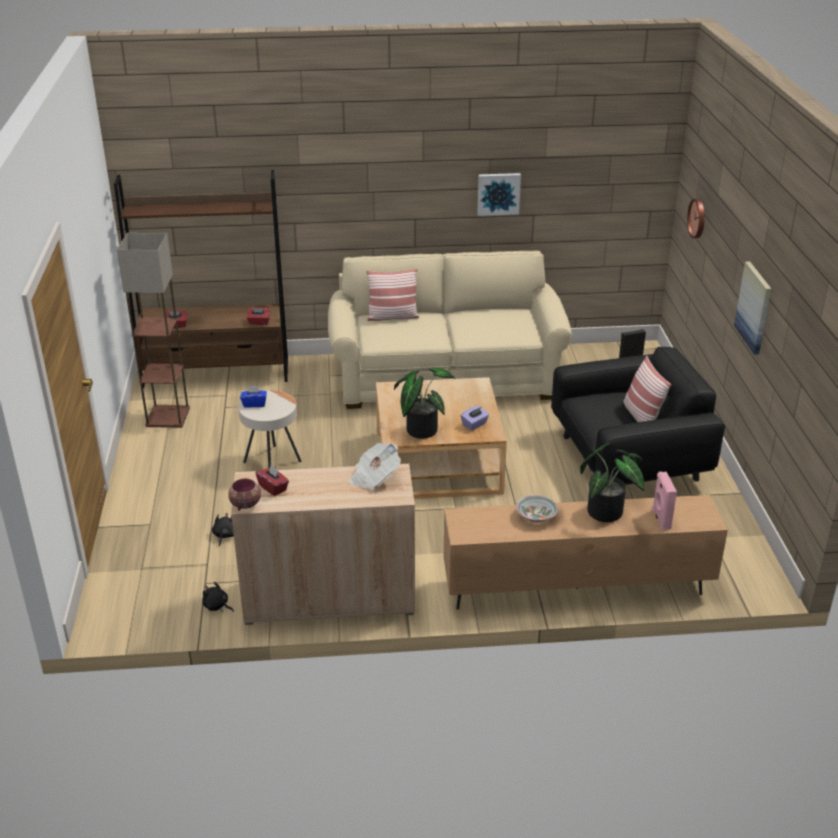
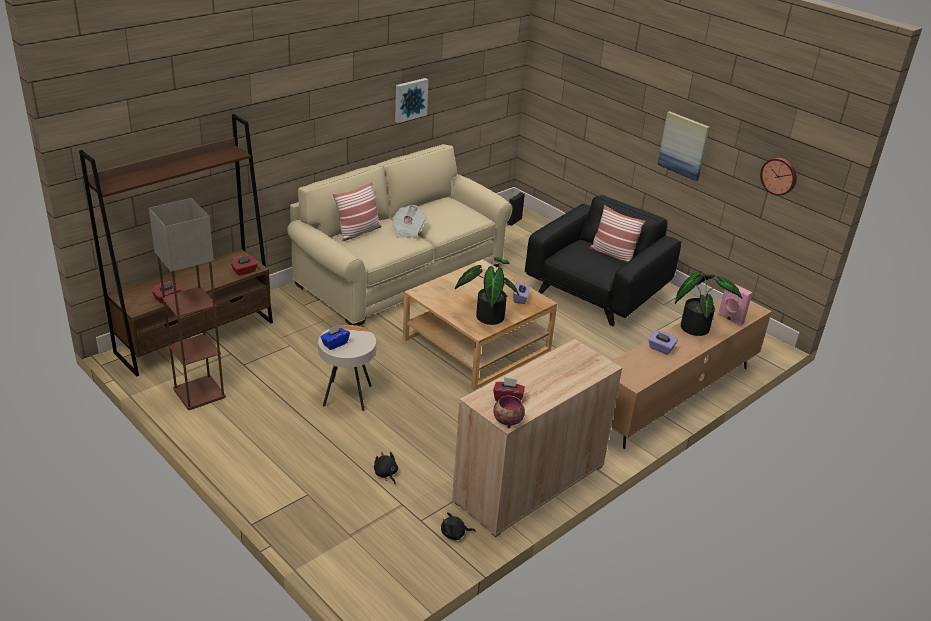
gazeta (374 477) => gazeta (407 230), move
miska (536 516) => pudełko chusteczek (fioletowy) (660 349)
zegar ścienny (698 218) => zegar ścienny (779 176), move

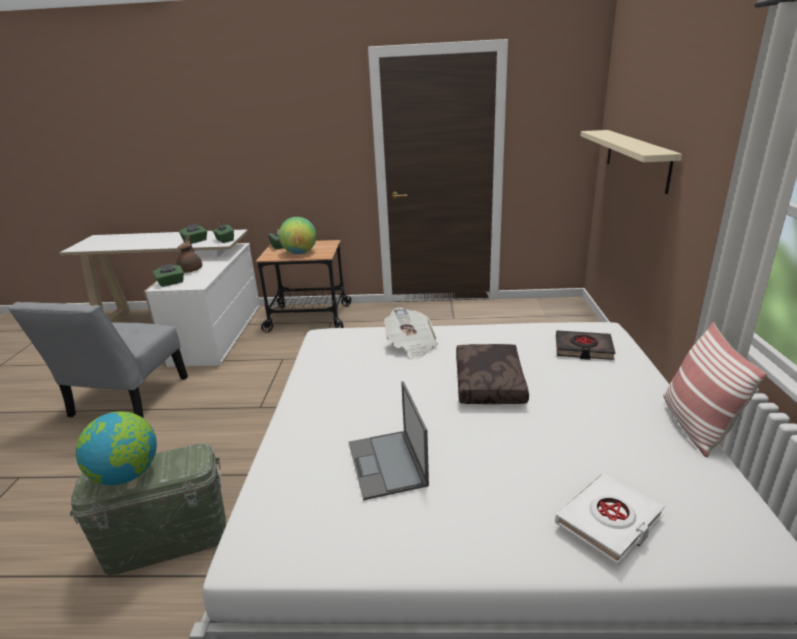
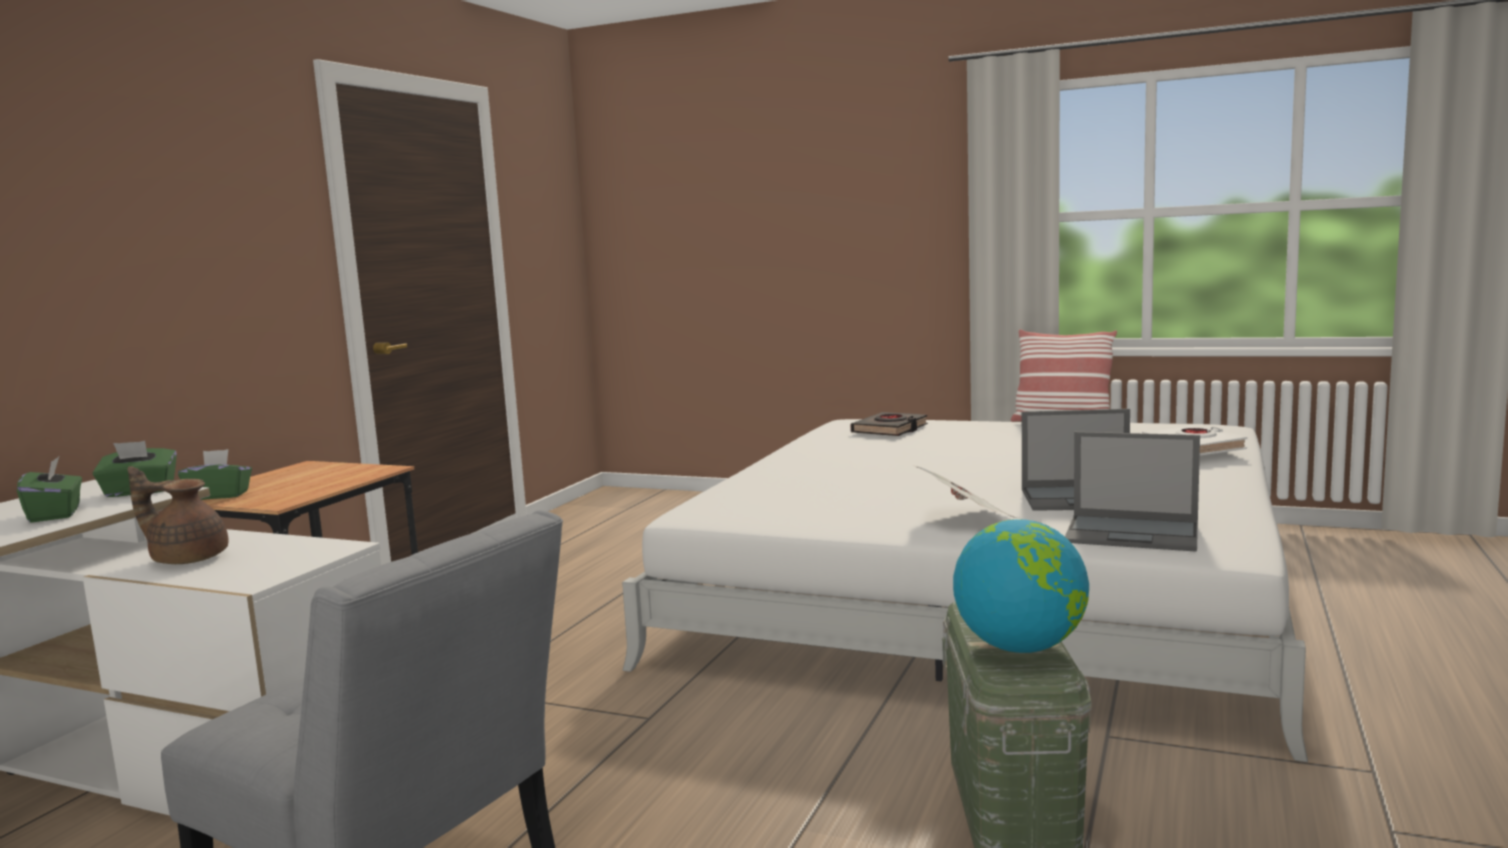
gazeta (411 345) => gazeta (965 518), move
nothing => laptop (1133 534)
pudełko chusteczek (zielony) (171 283) => nothing
globus (300 253) => nothing
poduszka (brązowy) (490 383) => nothing
półka (beżowy) (636 158) => nothing

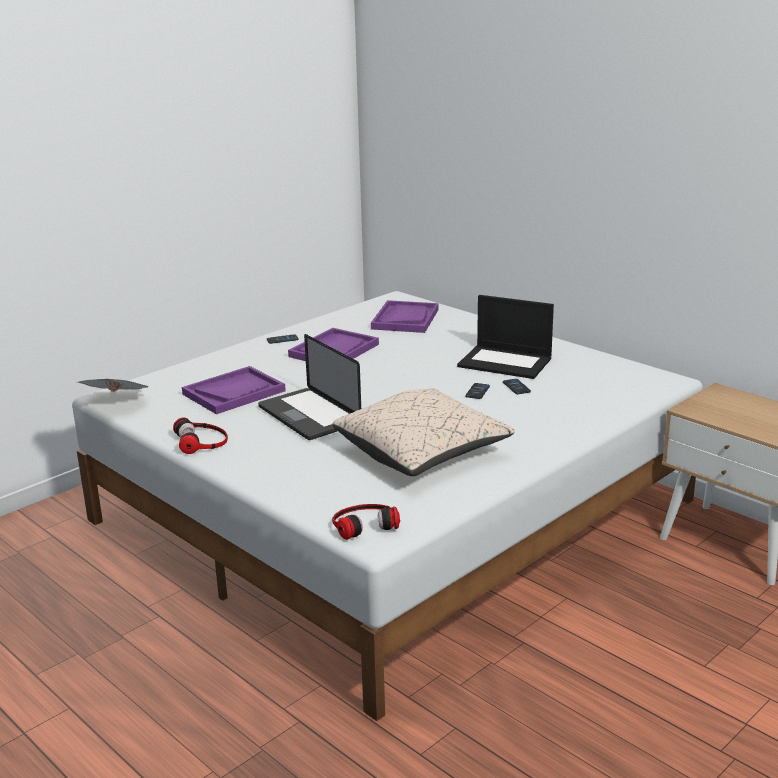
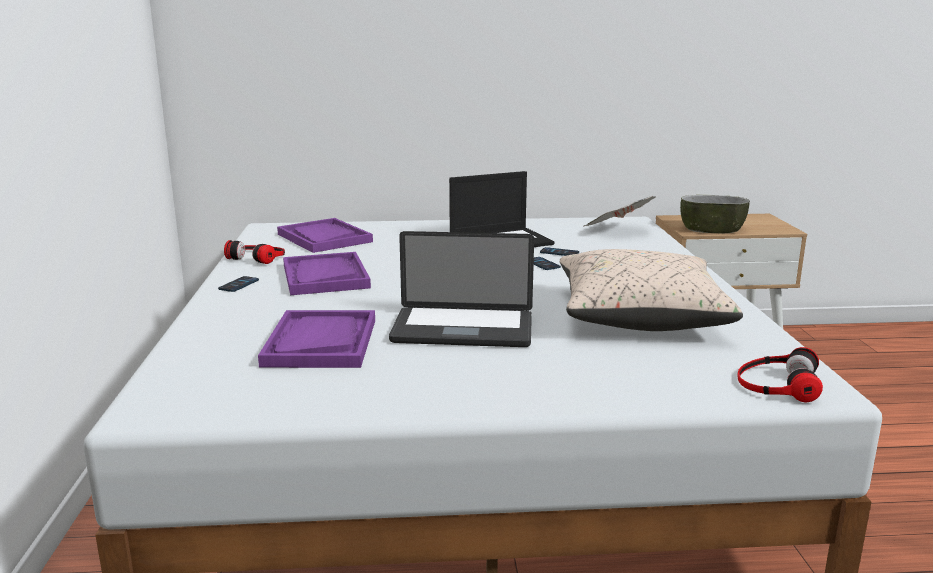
słuchawki (202 441) => słuchawki (258 257), move
gazeta (117 403) => gazeta (617 230), move
nothing => miska (712 229)

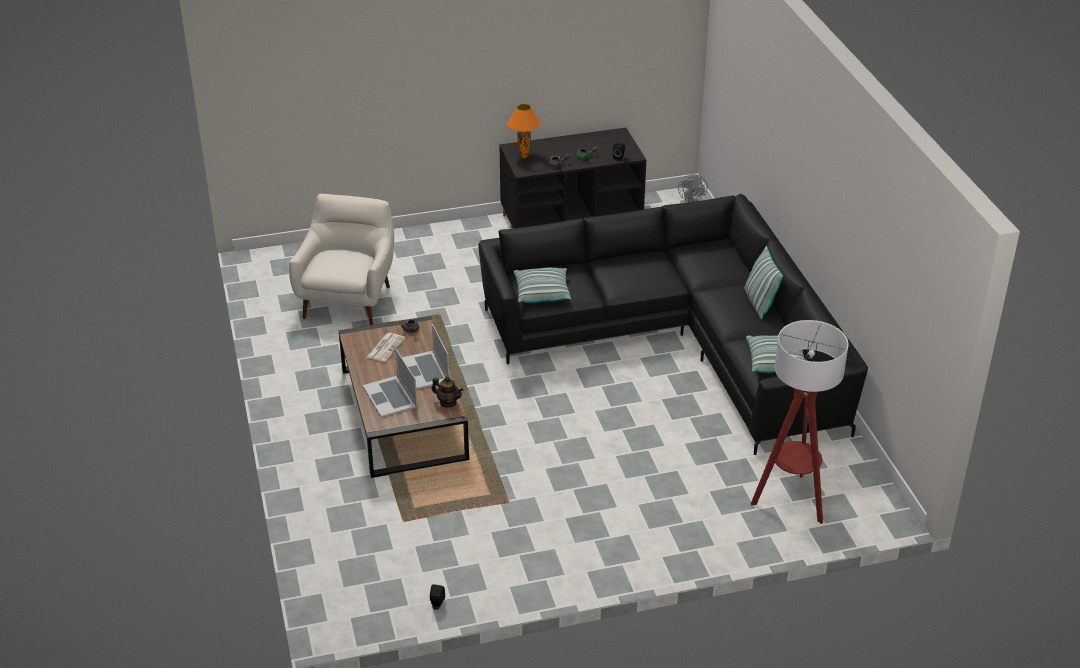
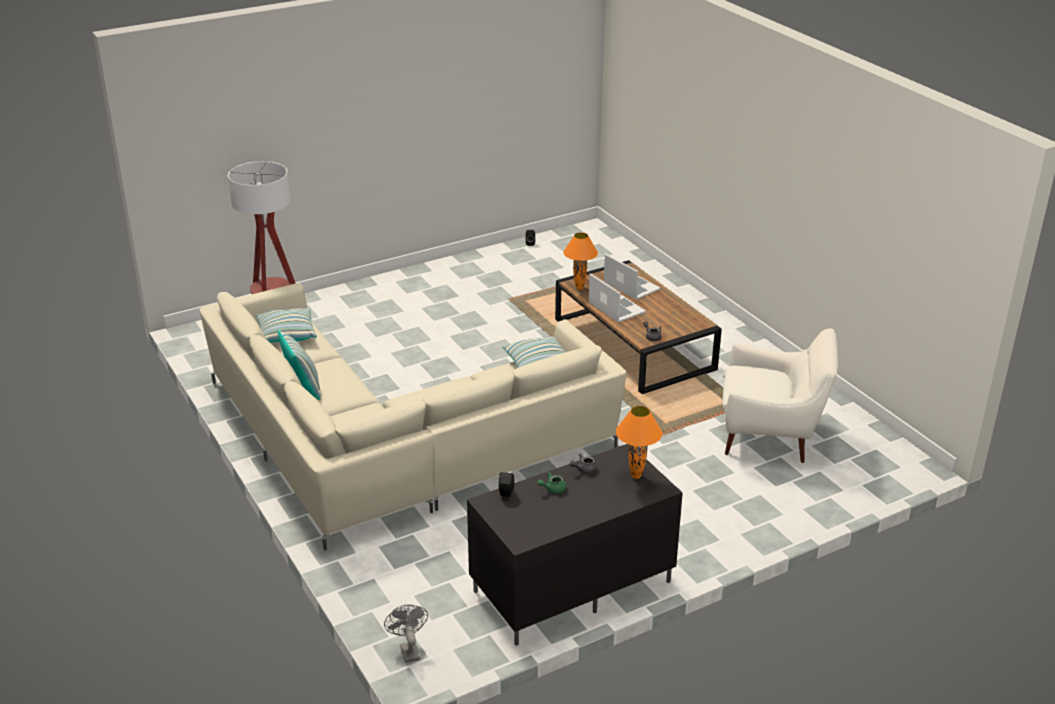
kanapa (czarny) (682 341) => kanapa (beżowy) (389 446)
imbryk (448 402) => lampa stołowa (pomarańczowy) (579 288)
fotel (biały) (348 299) => fotel (biały) (771 436), 75 degrees counterclockwise
gazeta (386 347) => nothing

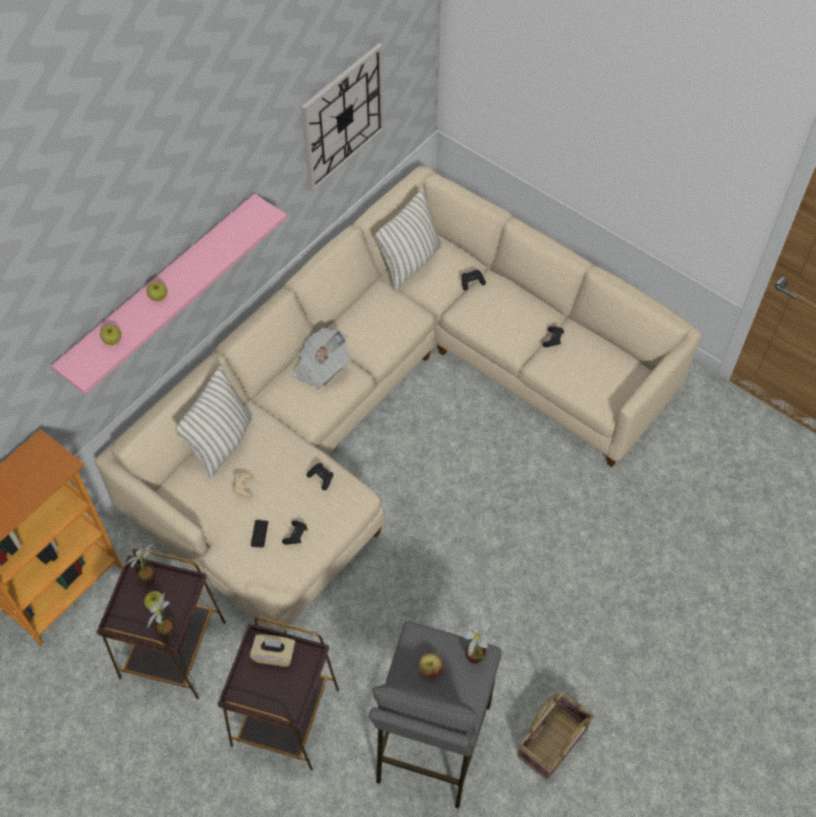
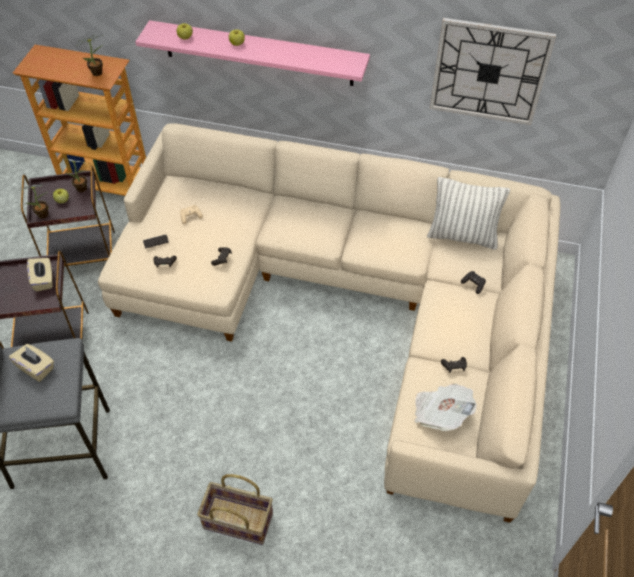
jabłko (430 670) => pudełko chusteczek (beżowy) (36 368)
roślina doniczkowa (475 654) => roślina doniczkowa (99 72), move
koszyk (553 743) => koszyk (237 522), move
gazeta (321 367) => gazeta (440 413), move
poduszka (222 443) => nothing

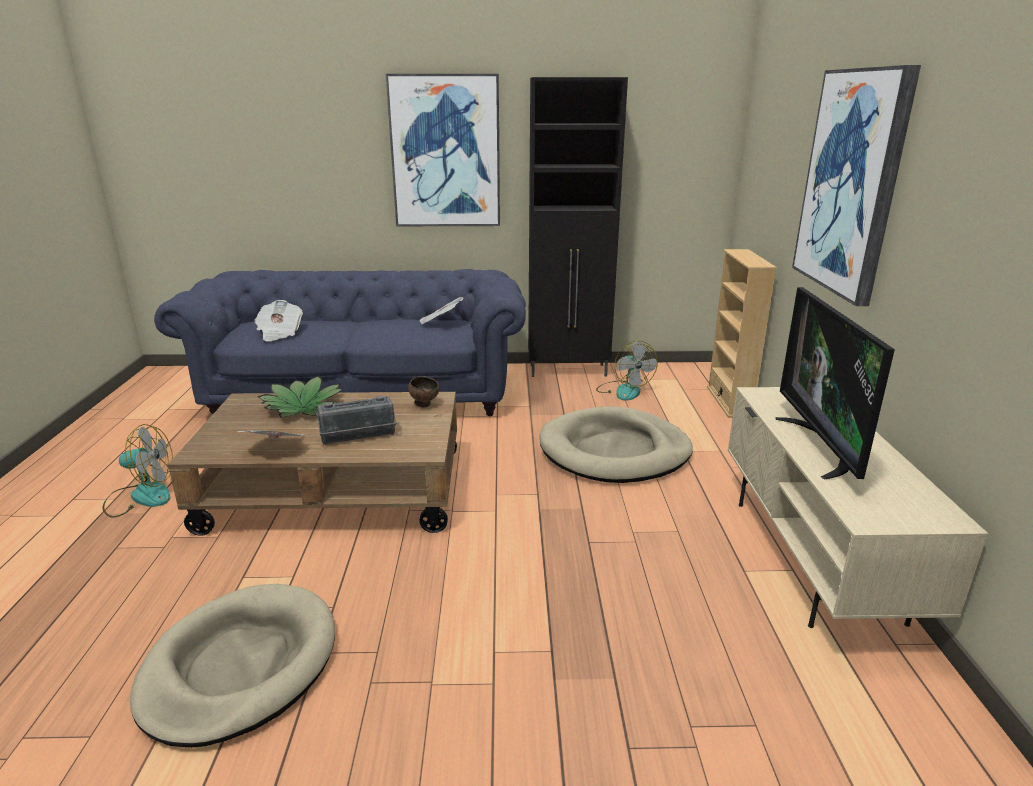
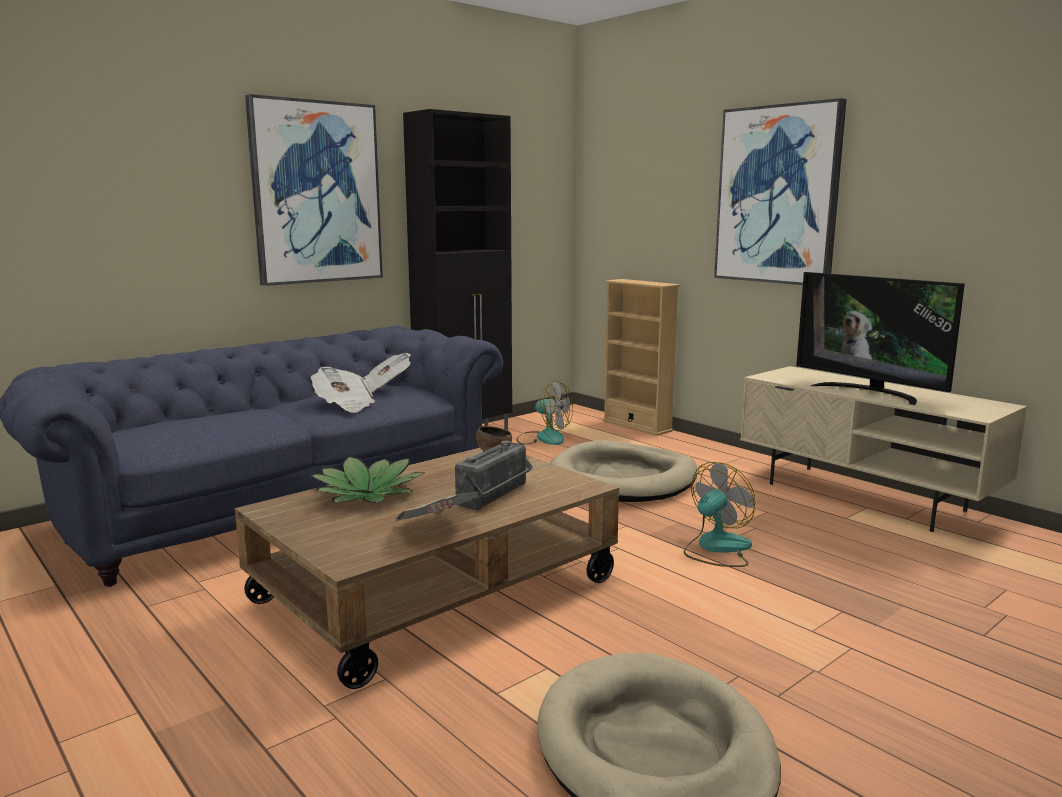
gazeta (279 333) => gazeta (344 406), move
wentylator (140 496) => wentylator (716 548), move

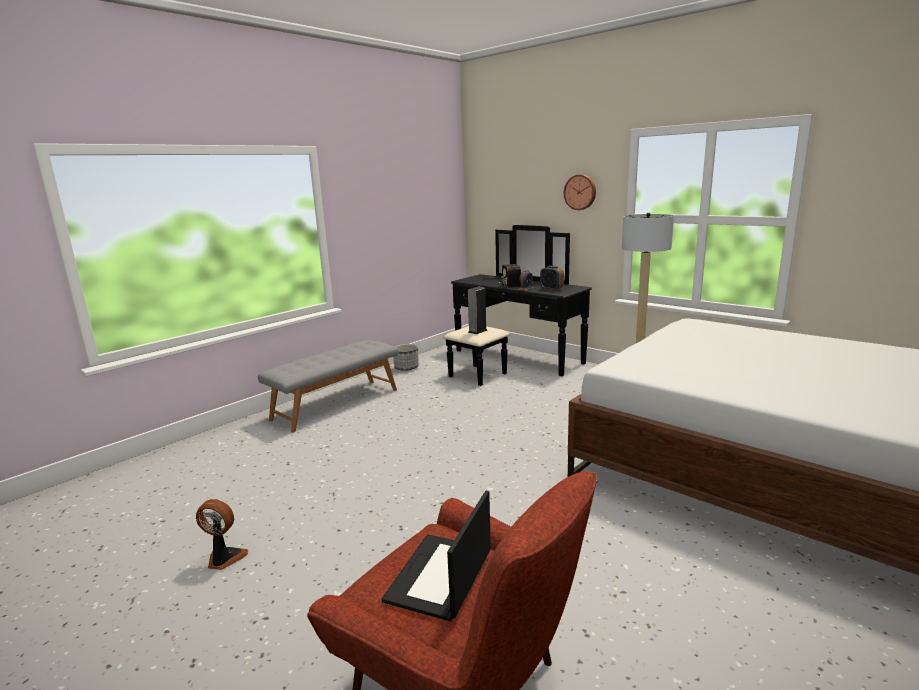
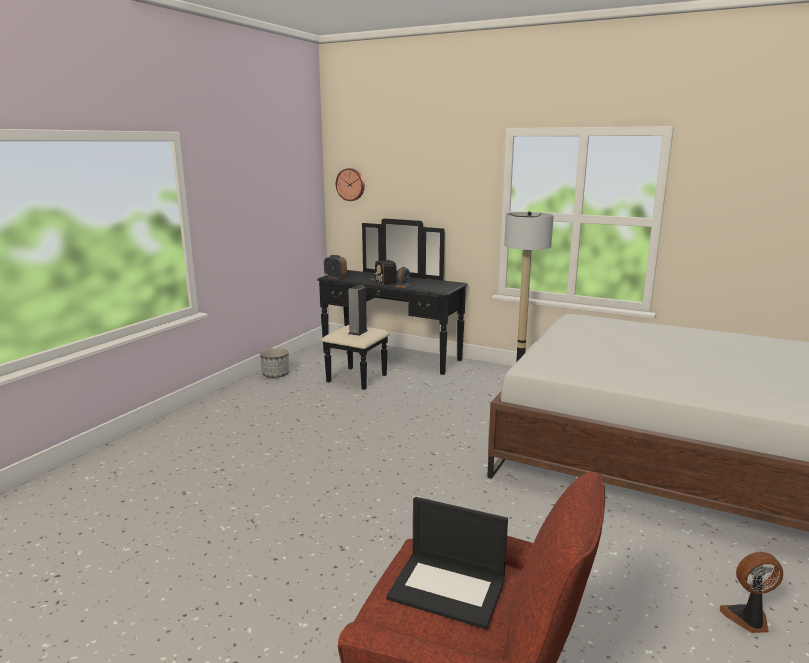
budzik (551 289) => budzik (335 277), move
zegar ścienny (580 192) => zegar ścienny (351 184), move
laptop (440 577) => laptop (449 588), 75 degrees counterclockwise
wentylator (224 559) => wentylator (748 619), move
ławka (szary) (336 404) => nothing

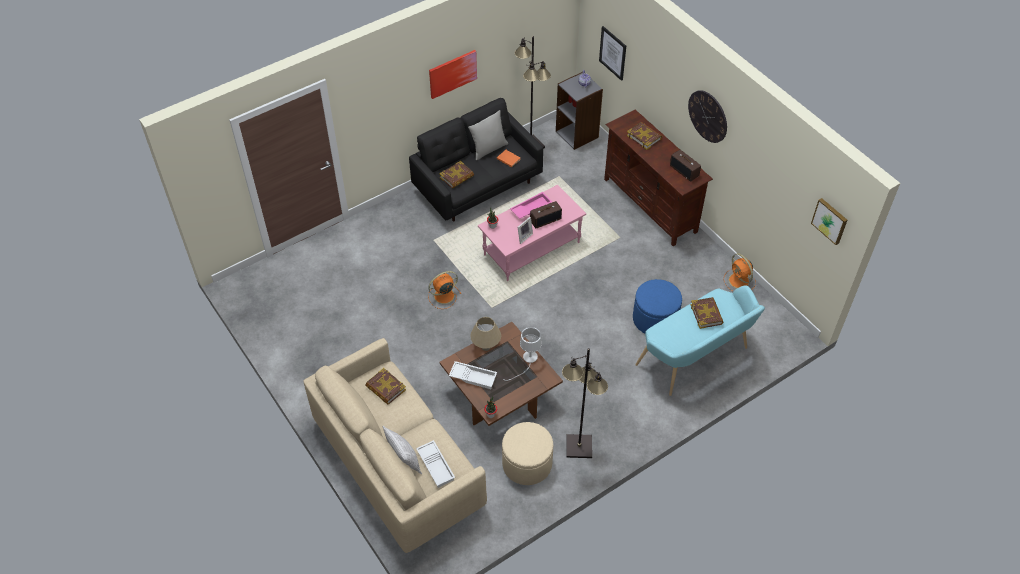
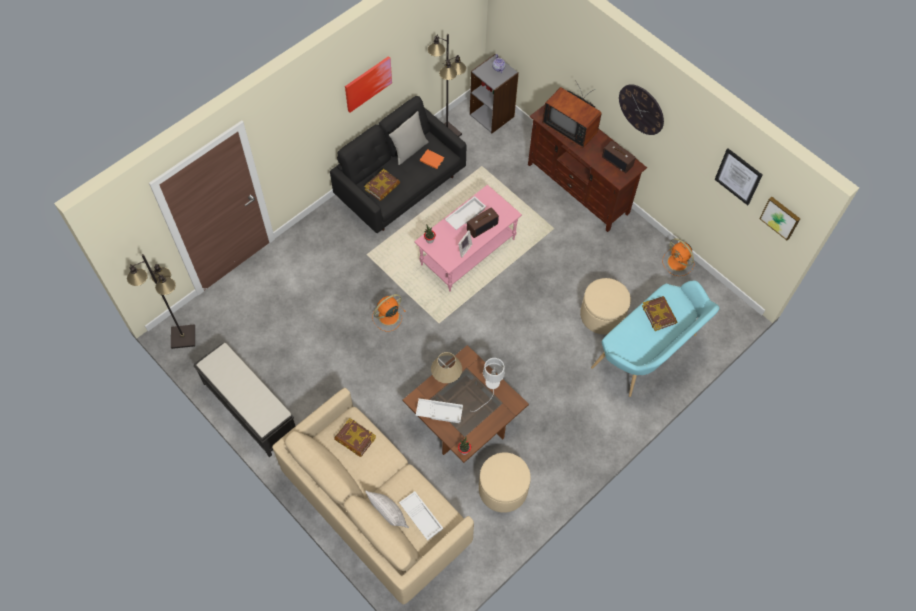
lampa stojąca (czarny) (578 446) => lampa stojąca (czarny) (183 336), move
nothing => ławka (czarny) (249 408)
taca (różowy) (531 208) => taca (biały) (465 215)
książka (644 137) => telewizor (571 127)
pufa (niebieski) (655 319) => pufa (beżowy) (602 315)
obraz (613 53) => obraz (738 176), move

